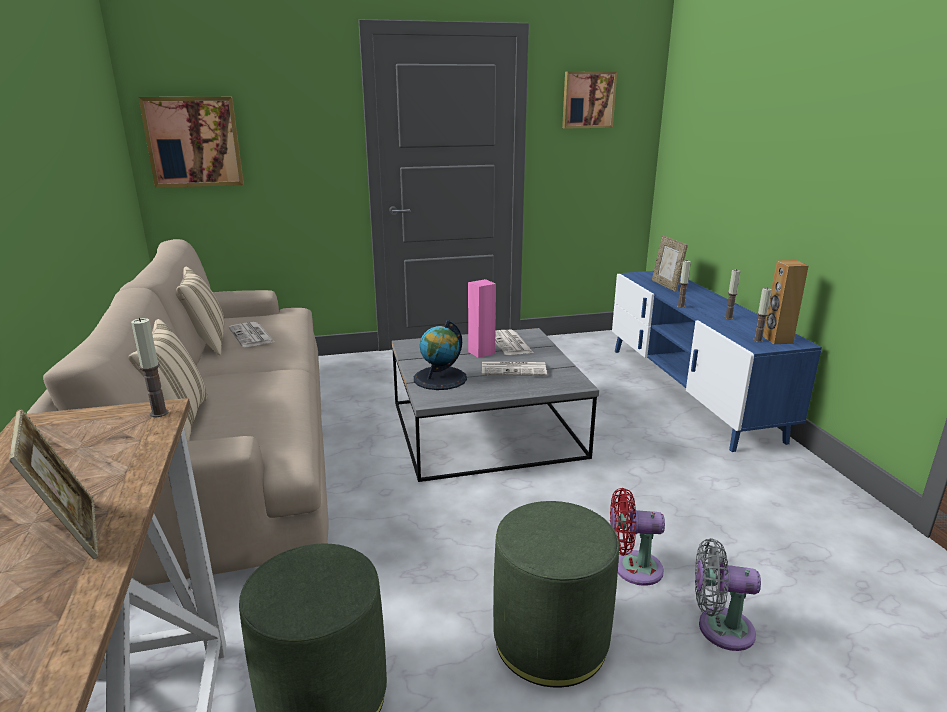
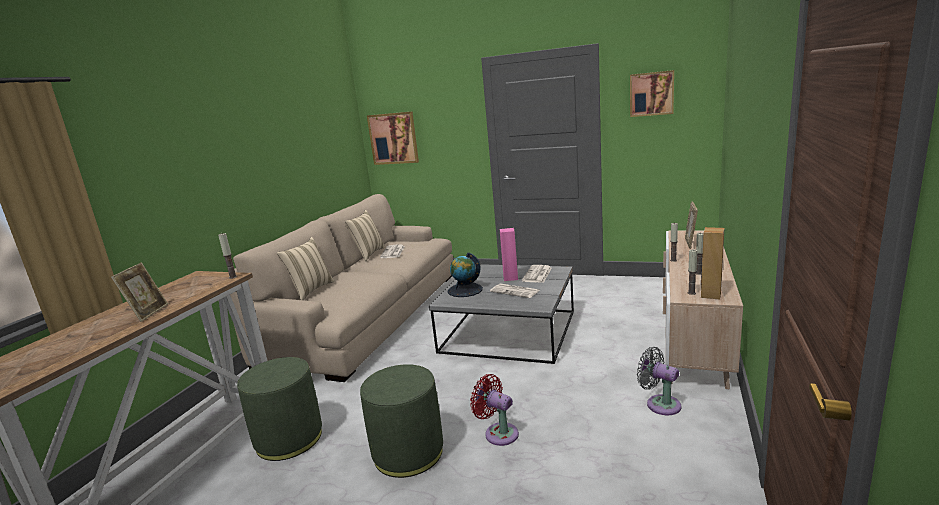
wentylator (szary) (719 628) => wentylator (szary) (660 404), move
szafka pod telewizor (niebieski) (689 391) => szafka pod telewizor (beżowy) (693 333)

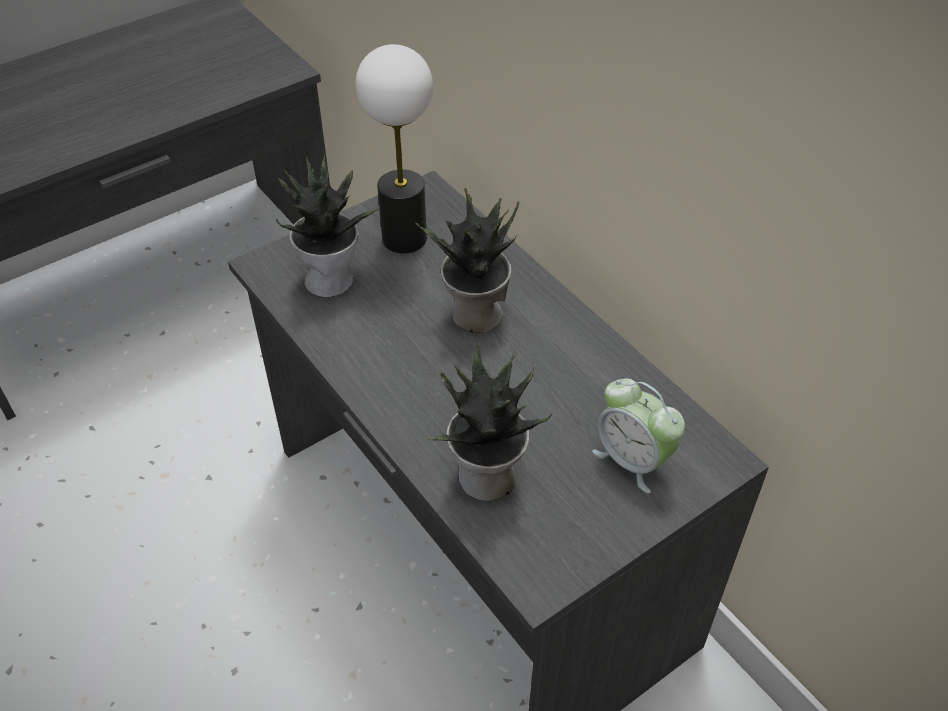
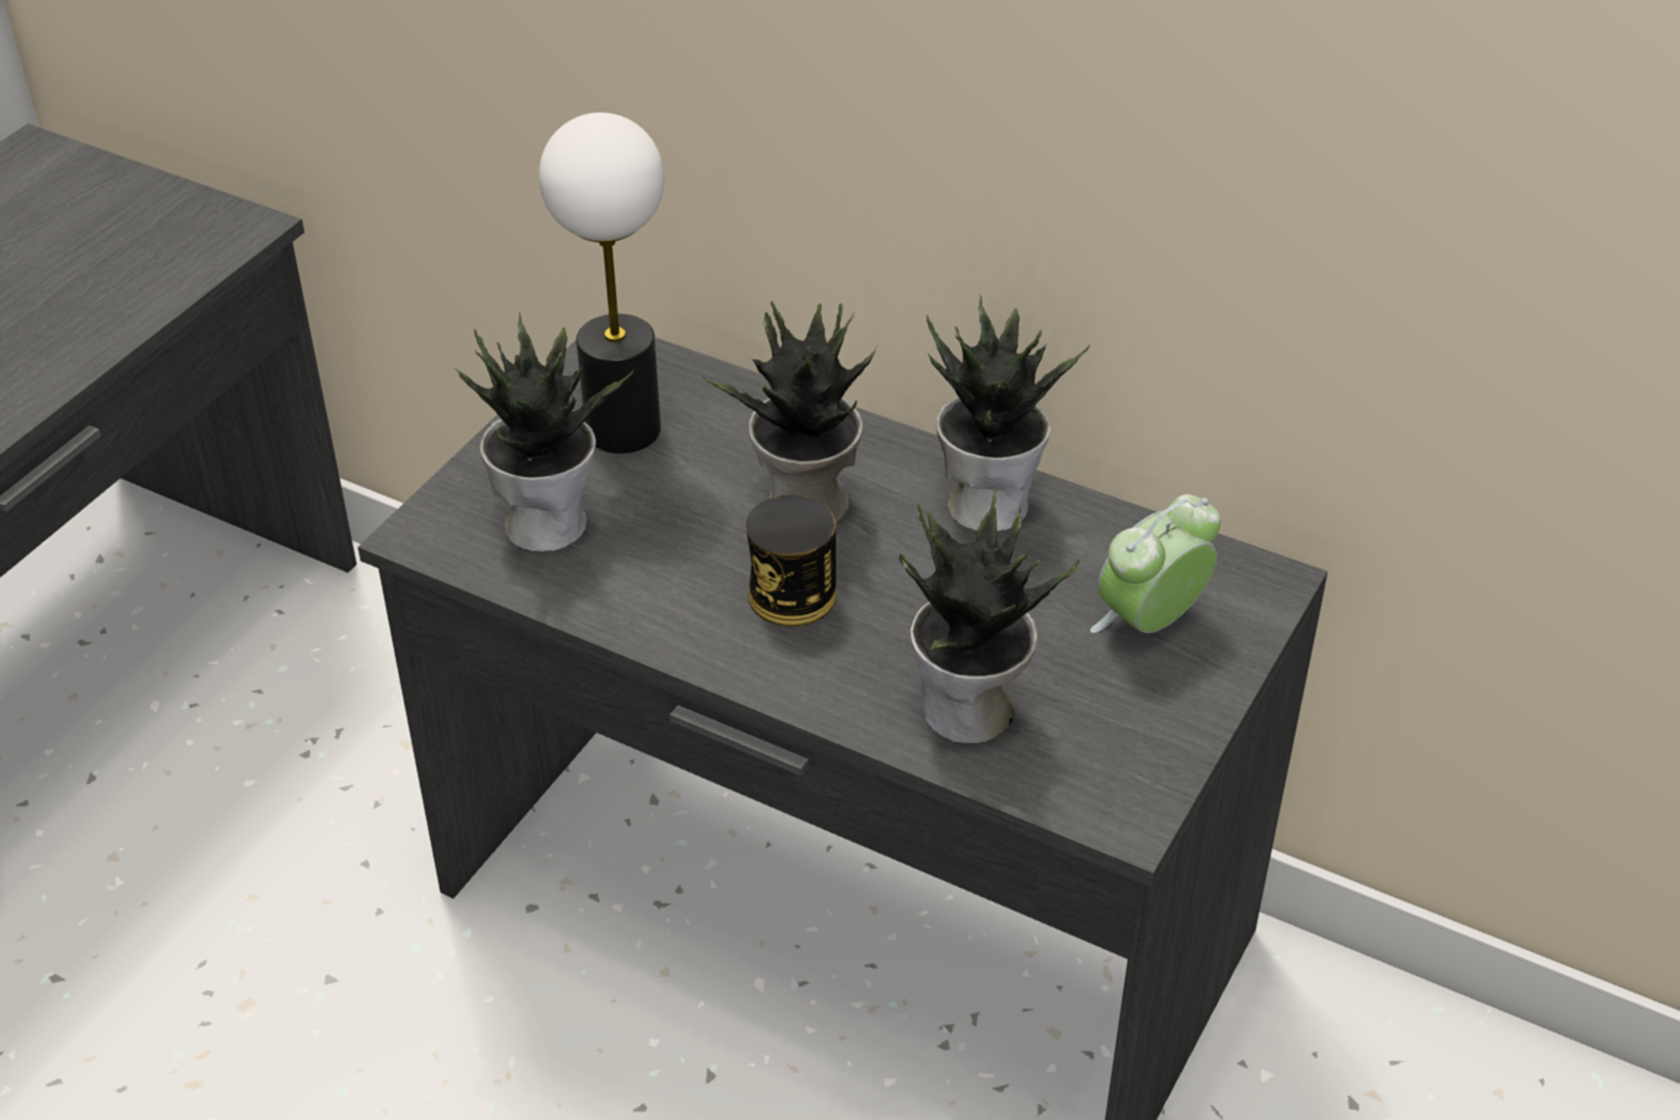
nothing => puszka (792 595)
nothing => roślina doniczkowa (989 502)
budzik (632 460) => budzik (1150 622), 120 degrees clockwise

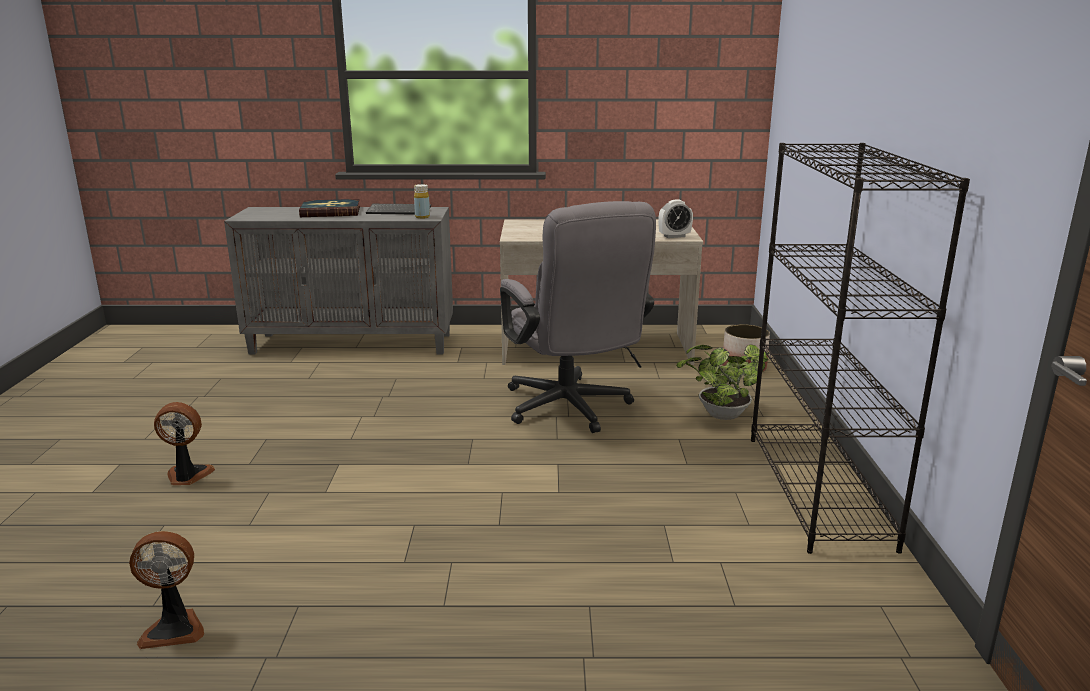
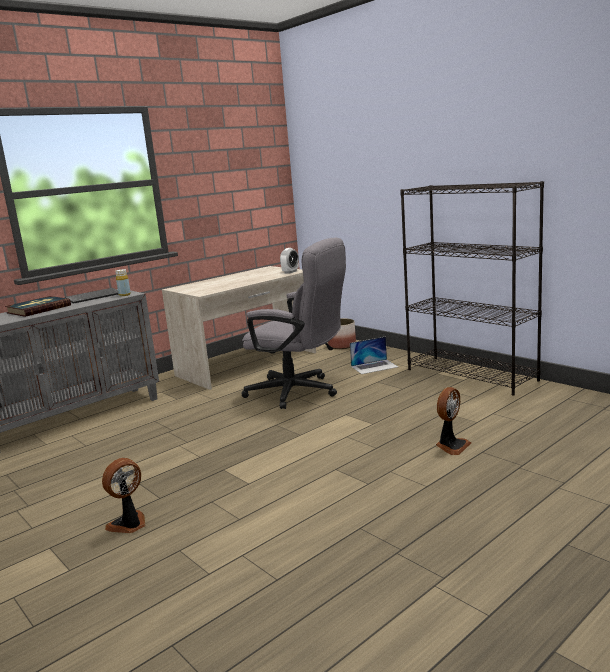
roślina doniczkowa (719 415) => laptop (374 366)
wentylator (174 628) => wentylator (451 446), move

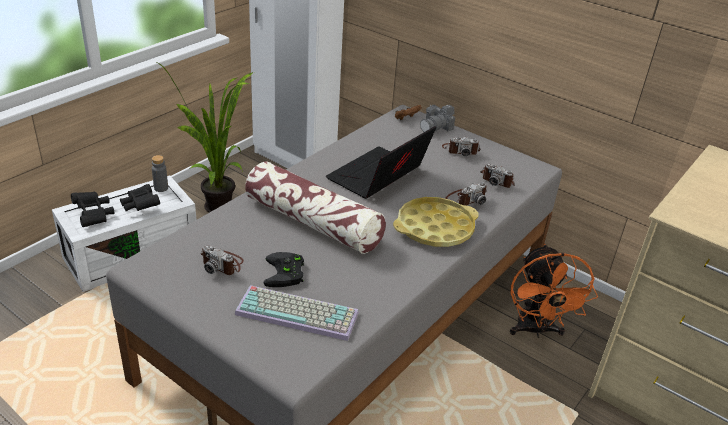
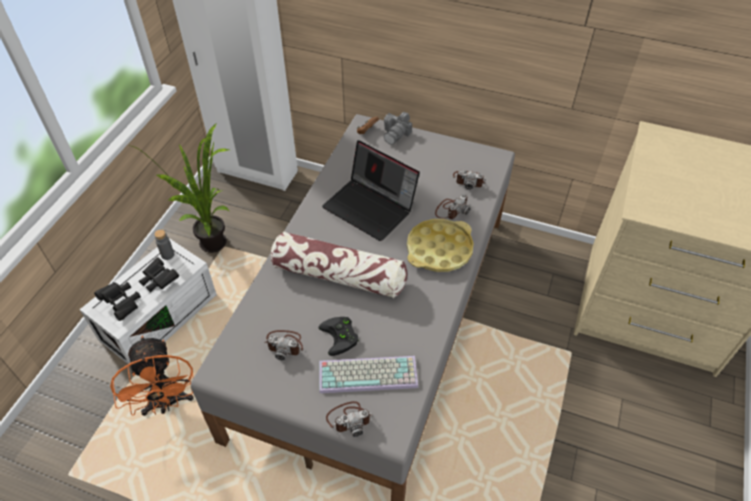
wentylator (pomarańczowy) (535 330) => wentylator (pomarańczowy) (167 403), move
laptop (378 177) => laptop (371 207), 75 degrees counterclockwise
aparat fotograficzny (460 150) => aparat fotograficzny (349 418), move

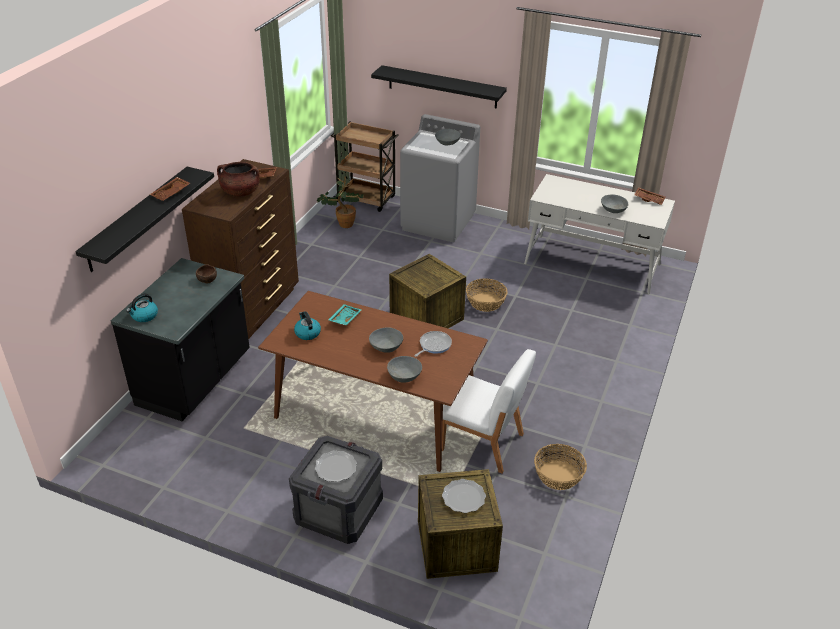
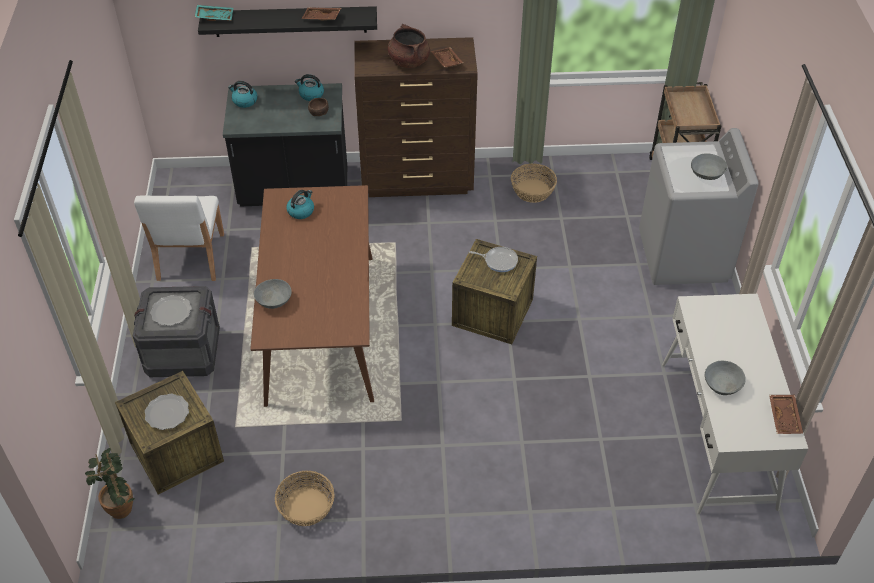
roślina doniczkowa (342 223) => roślina doniczkowa (121 504), move
krzesło (biały) (482 443) => krzesło (biały) (190 257), move
taca (turkusowy) (344 318) => taca (turkusowy) (215 16), move
nothing => czajnik (311 95)
patelnia (434 345) => patelnia (499 261), move
koszyk (485 302) => koszyk (532 191), move
miska (szary) (386 347) => nothing
półka (czarny) (442 87) => nothing

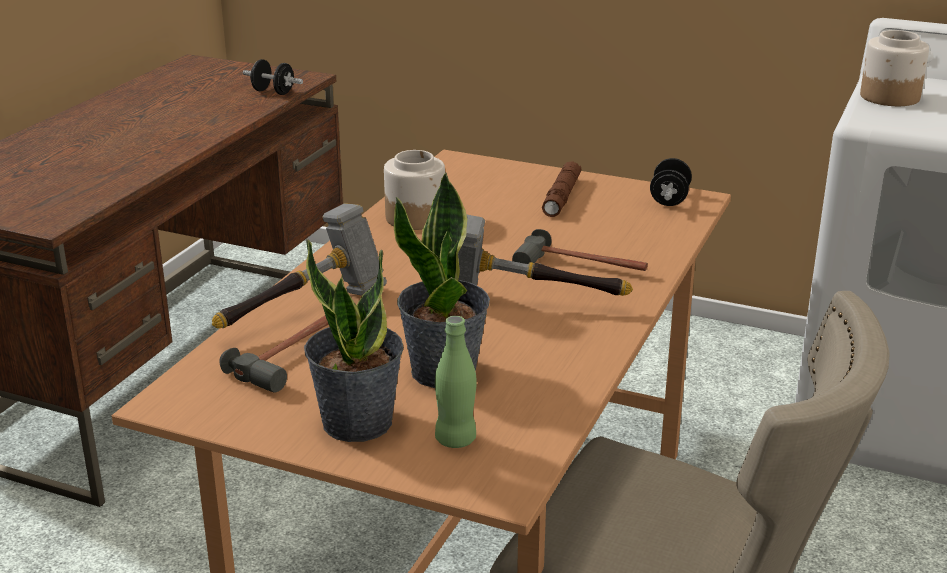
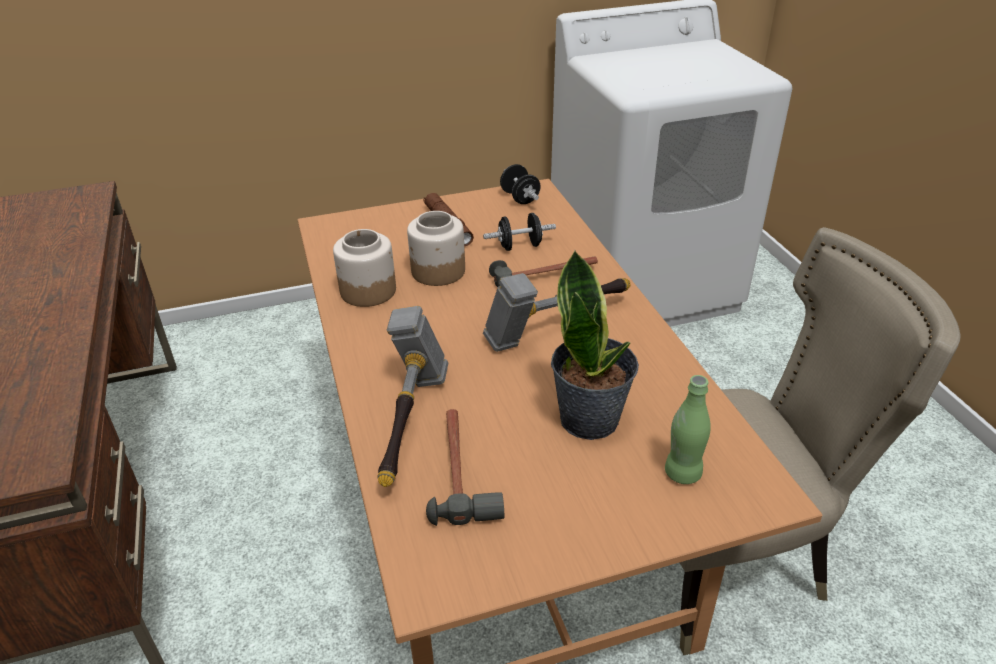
słoik (889 97) => słoik (438 271), move
hantel (czarny) (273 92) => hantel (czarny) (520 246), move
roślina doniczkowa (357 421) => nothing

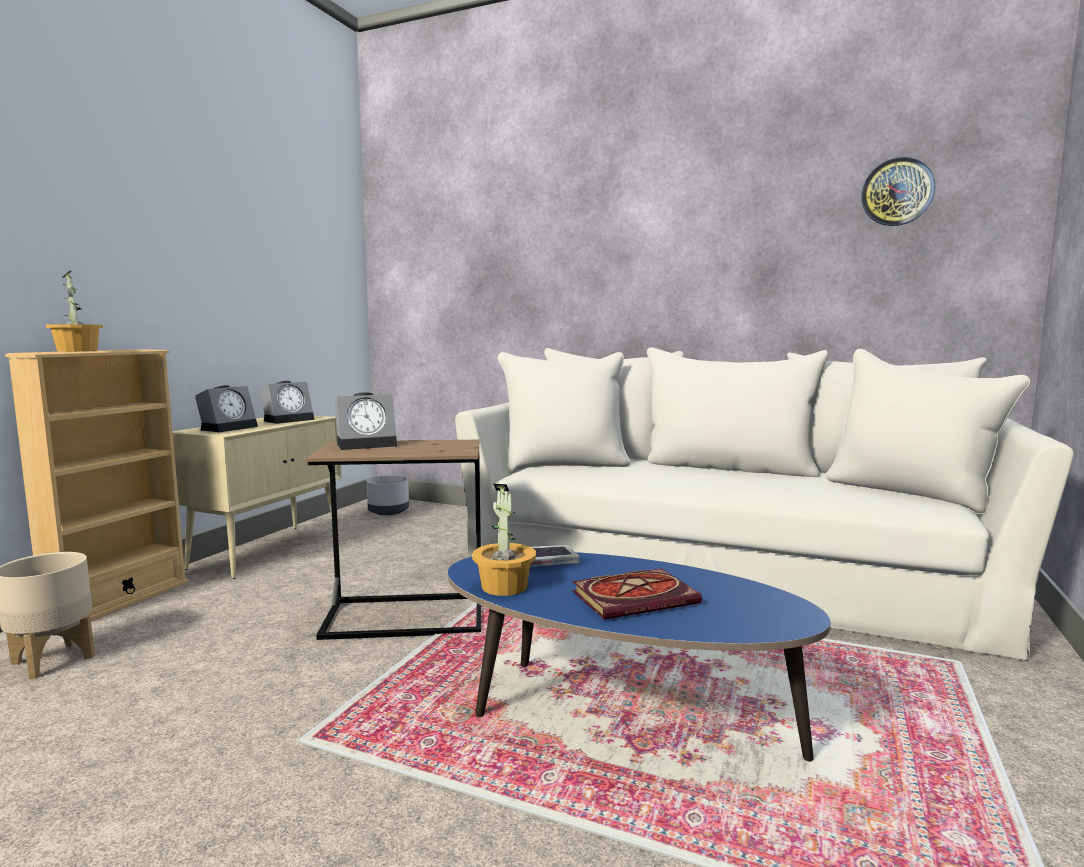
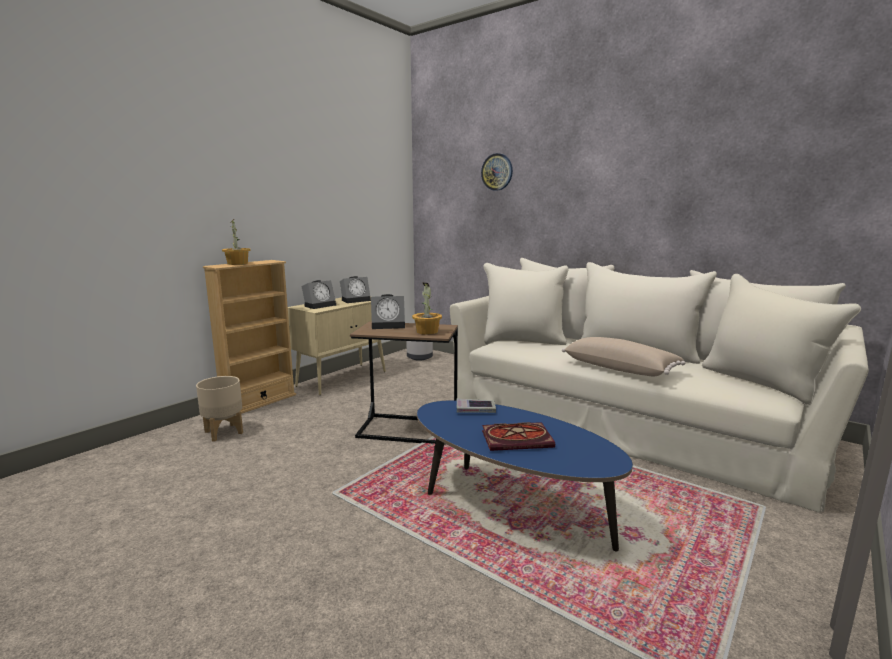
roślina doniczkowa (504 587) => roślina doniczkowa (427 332), move
zegar ścienny (897 192) => zegar ścienny (497 172), move
nothing => poduszka (beżowy) (620 368)

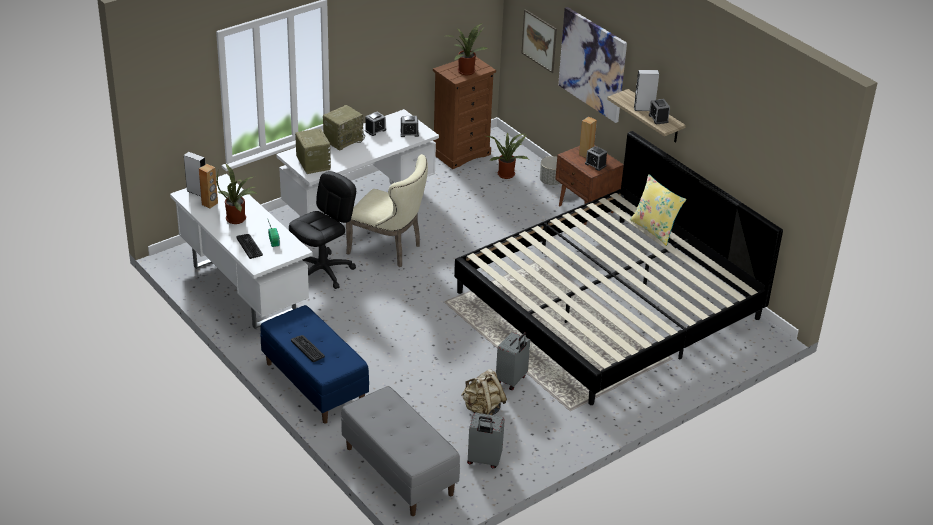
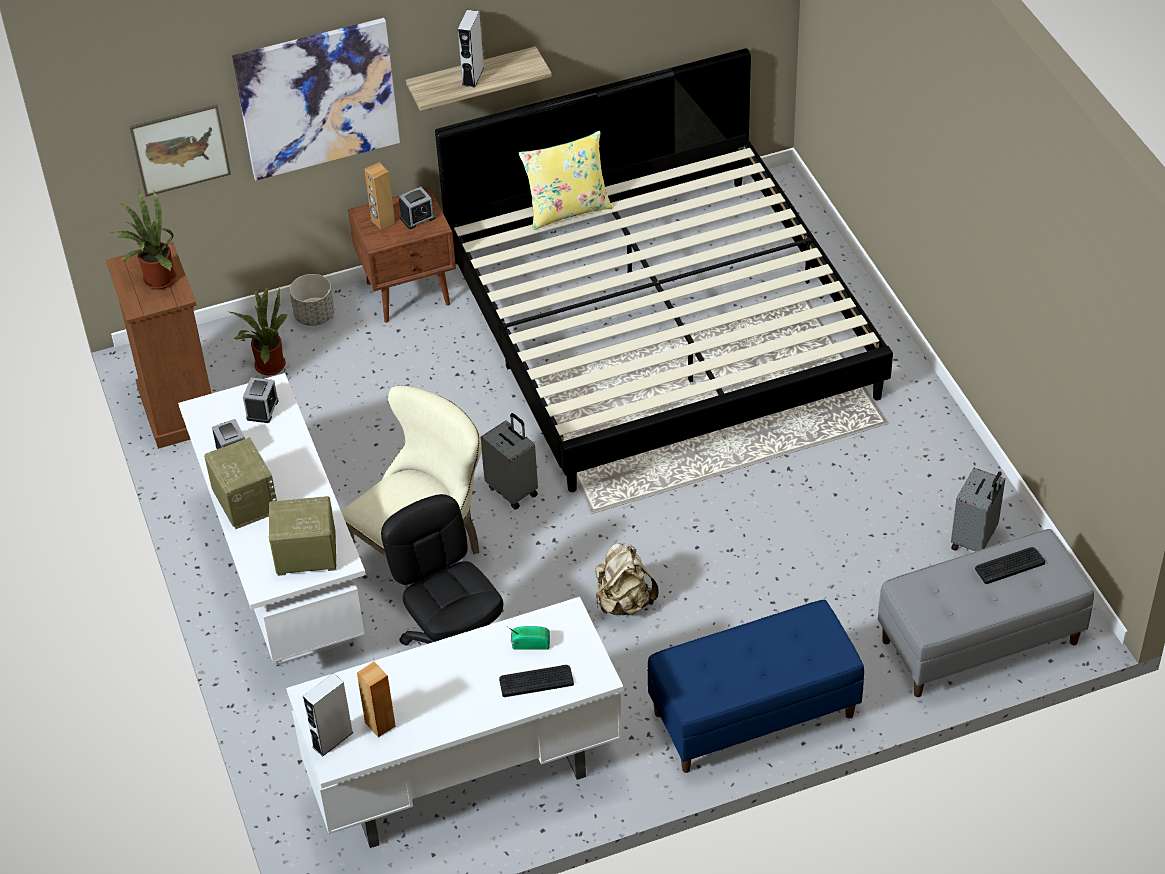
walizka (szary) (512 380) => walizka (szary) (513 490), move
plecak (beżowy) (482 409) => plecak (beżowy) (623 602), move
klawiatura (308 348) => klawiatura (1009 565), move
roślina doniczkowa (238 218) => nothing
budzik (658 118) => nothing

